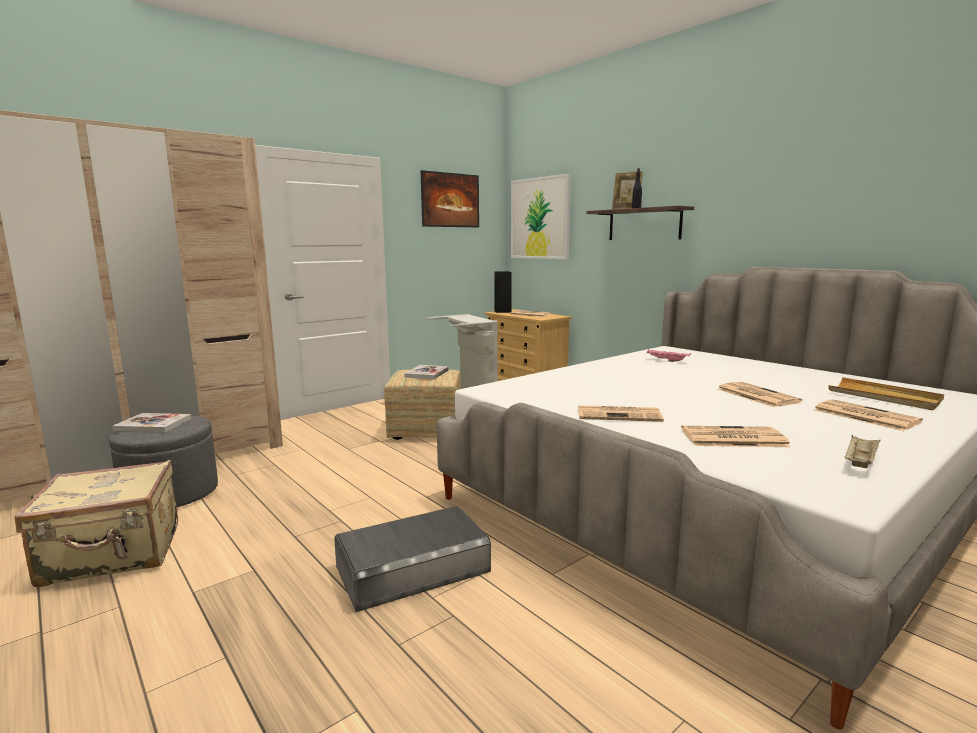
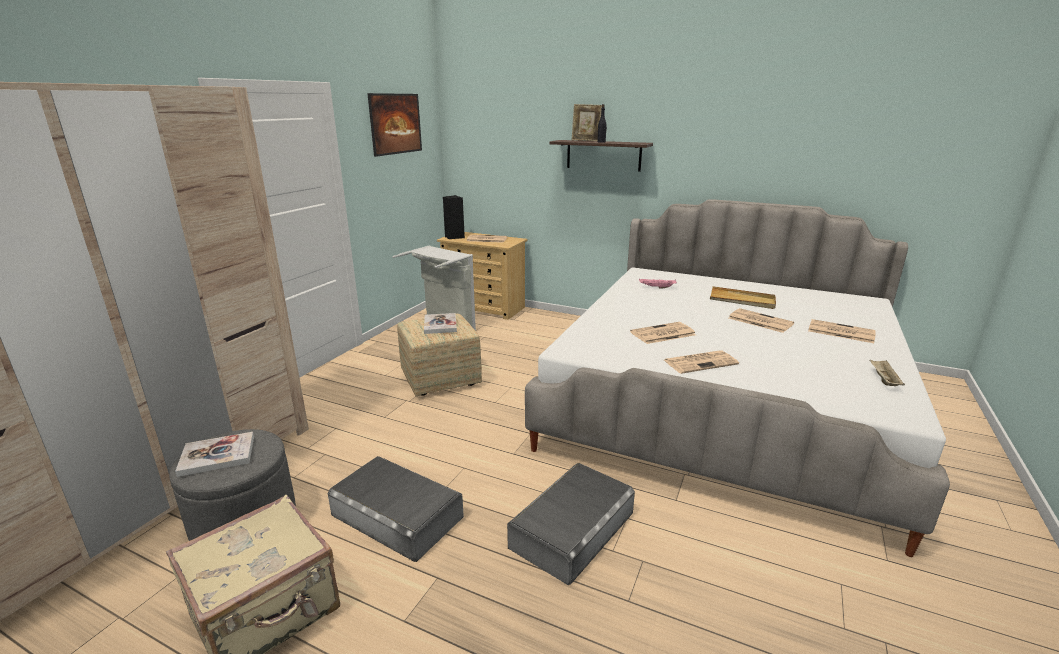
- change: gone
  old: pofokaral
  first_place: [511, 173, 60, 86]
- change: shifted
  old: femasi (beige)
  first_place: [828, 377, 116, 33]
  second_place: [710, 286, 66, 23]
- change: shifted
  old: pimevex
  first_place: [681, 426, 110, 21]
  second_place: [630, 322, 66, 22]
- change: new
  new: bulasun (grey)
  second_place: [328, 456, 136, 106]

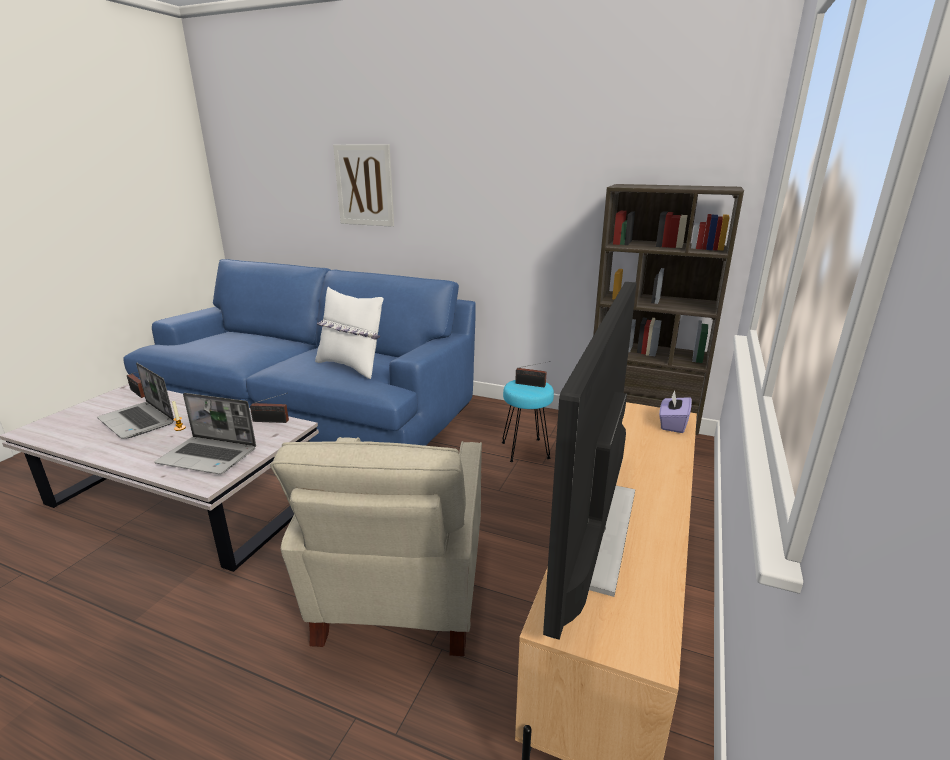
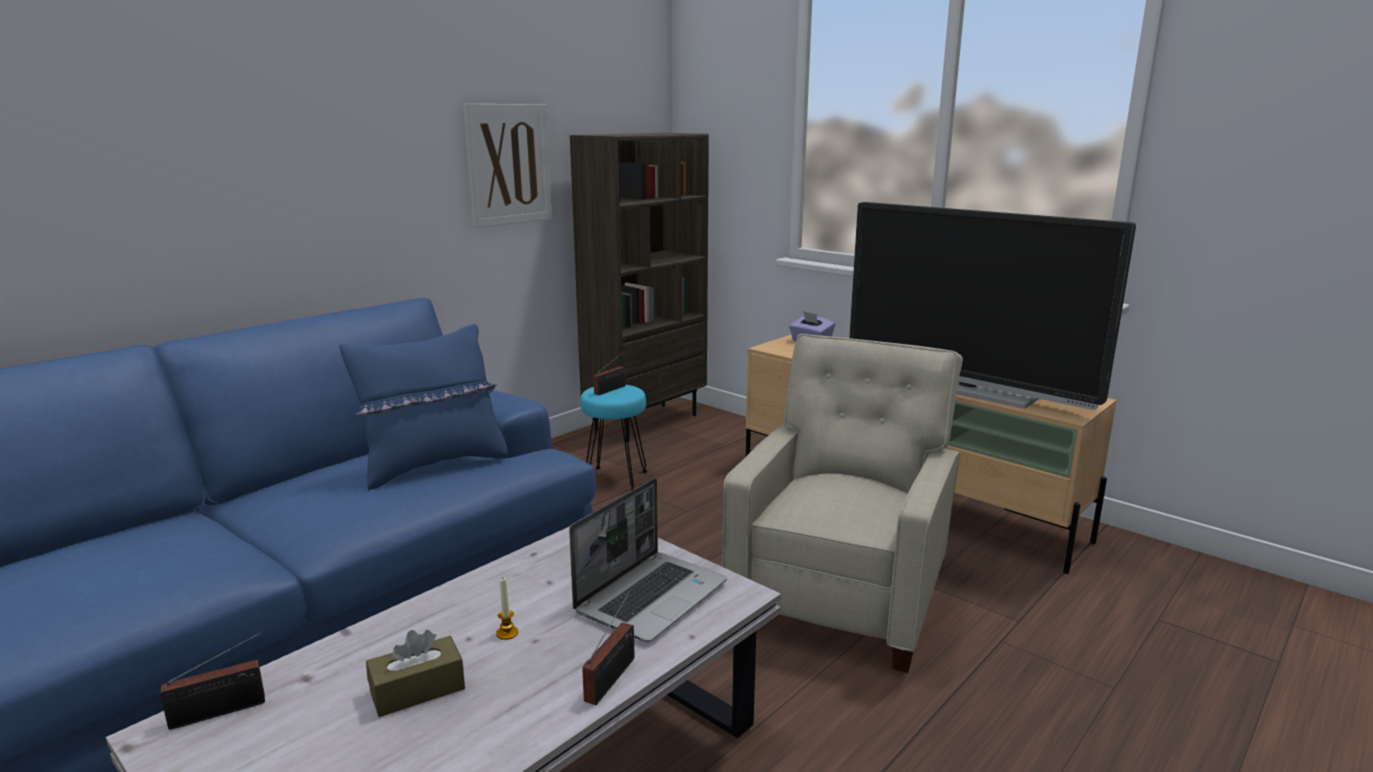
- change: shifted
  old: pofokaral
  first_place: [333, 144, 61, 83]
  second_place: [463, 104, 89, 124]
- change: repainted
  old: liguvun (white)
  new: liguvun (blue)
  first_place: [315, 287, 69, 92]
  second_place: [339, 324, 168, 166]
- change: swapped
  old: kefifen
  new: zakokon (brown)
  first_place: [97, 363, 77, 76]
  second_place: [366, 630, 99, 87]
- change: shifted
  old: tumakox
  first_place: [250, 393, 39, 30]
  second_place: [582, 591, 52, 114]
- change: rotated
  old: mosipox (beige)
  first_place: [270, 437, 212, 219]
  second_place: [722, 334, 241, 339]
  degrees: -90

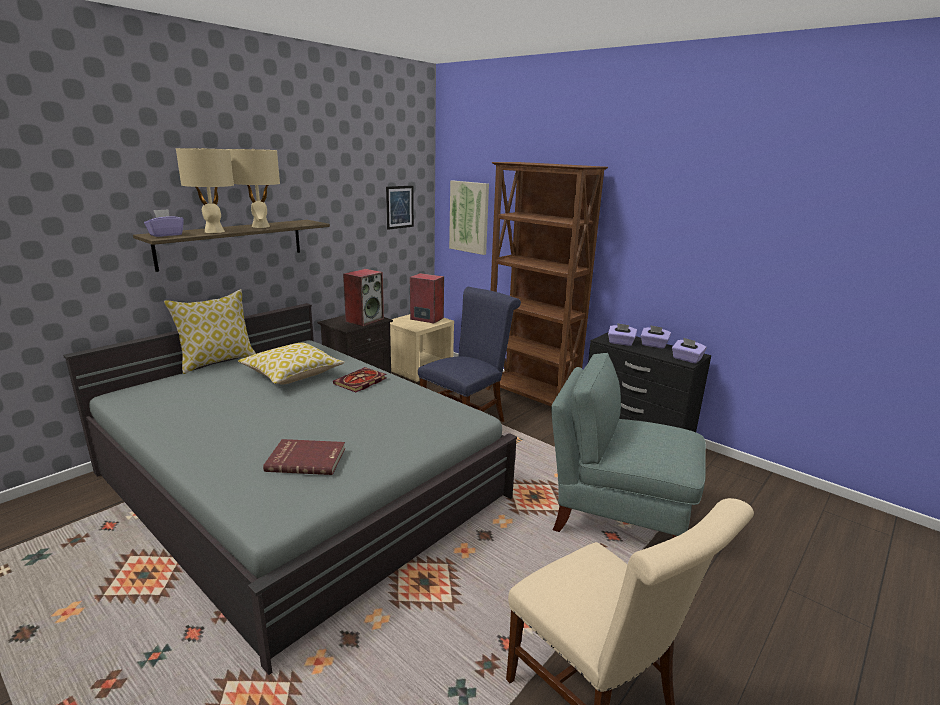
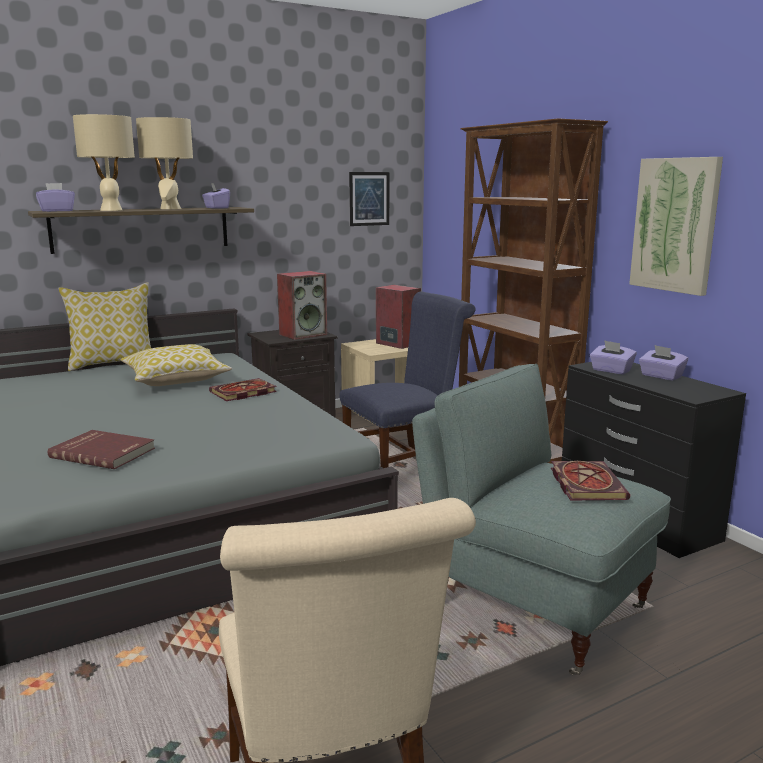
- change: shifted
  old: pofokaral
  first_place: [449, 181, 40, 74]
  second_place: [629, 157, 94, 139]
- change: shifted
  old: zakokon (purple)
  first_place: [672, 338, 35, 26]
  second_place: [202, 183, 28, 26]
- change: new
  new: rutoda
  second_place: [551, 461, 79, 40]

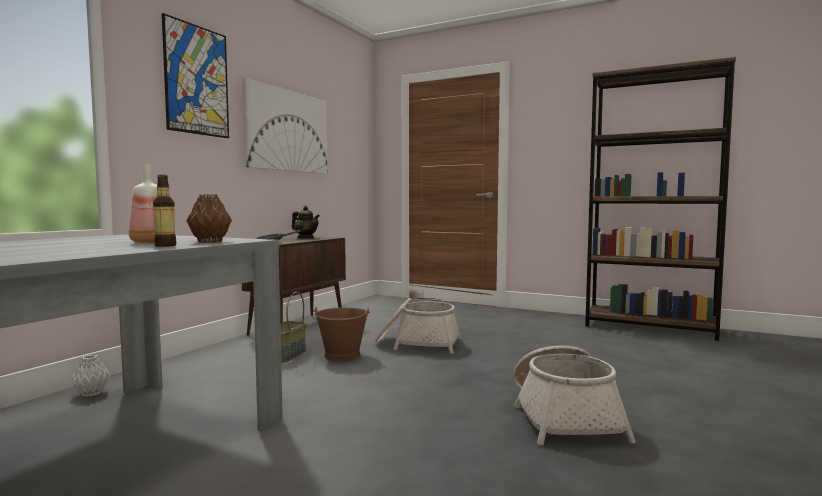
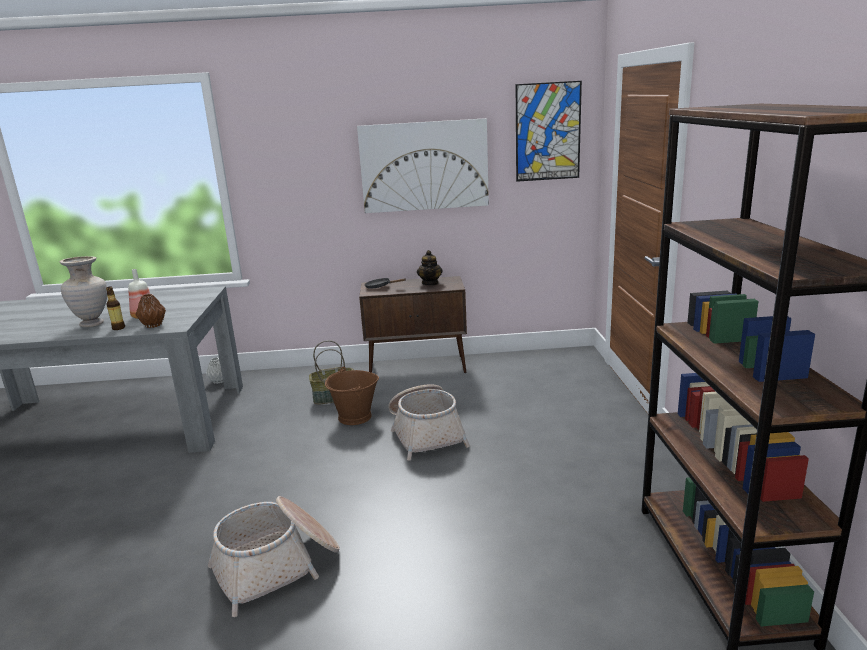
- change: shifted
  old: pofokaral
  first_place: [162, 13, 67, 125]
  second_place: [516, 81, 66, 101]
- change: new
  new: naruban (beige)
  second_place: [59, 256, 48, 71]

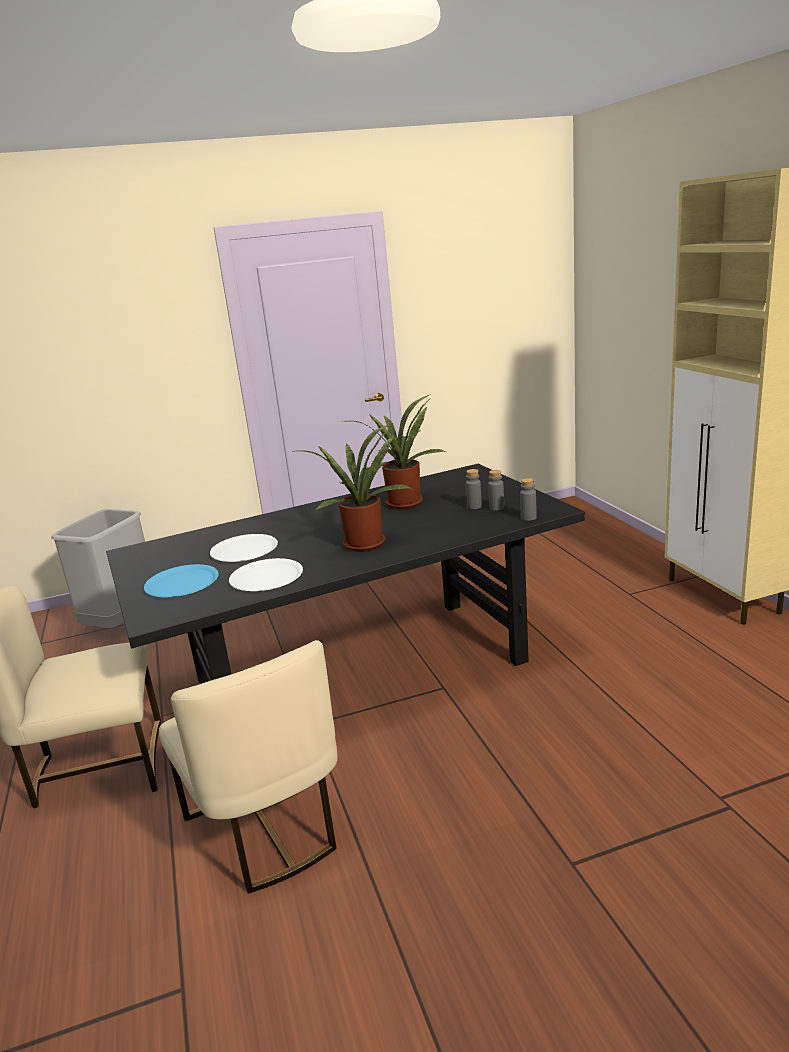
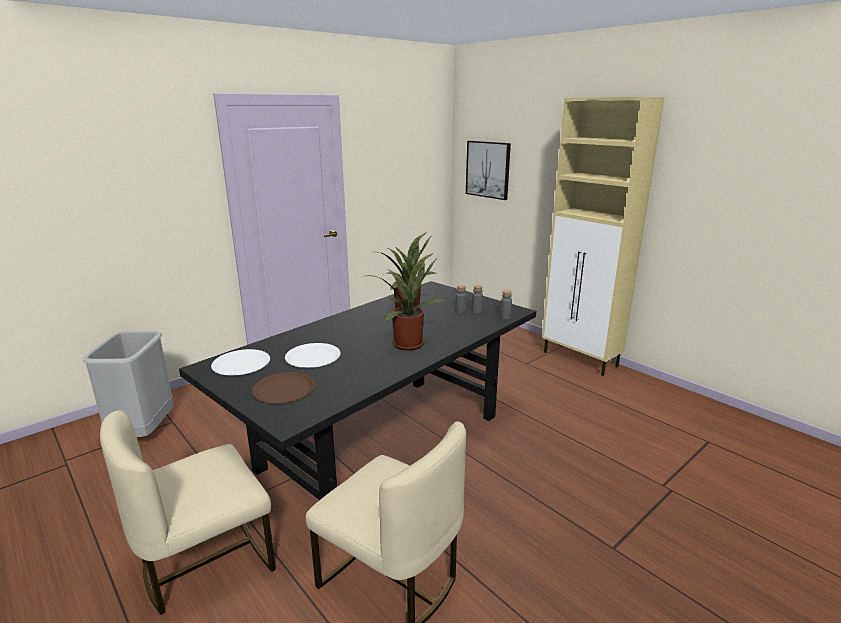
- change: shifted
  old: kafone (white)
  first_place: [229, 558, 74, 33]
  second_place: [211, 349, 59, 26]
- change: repainted
  old: kafone (blue)
  new: kafone (brown)
  first_place: [144, 564, 75, 33]
  second_place: [252, 372, 64, 32]
- change: new
  new: pofokaral
  second_place: [466, 141, 45, 59]

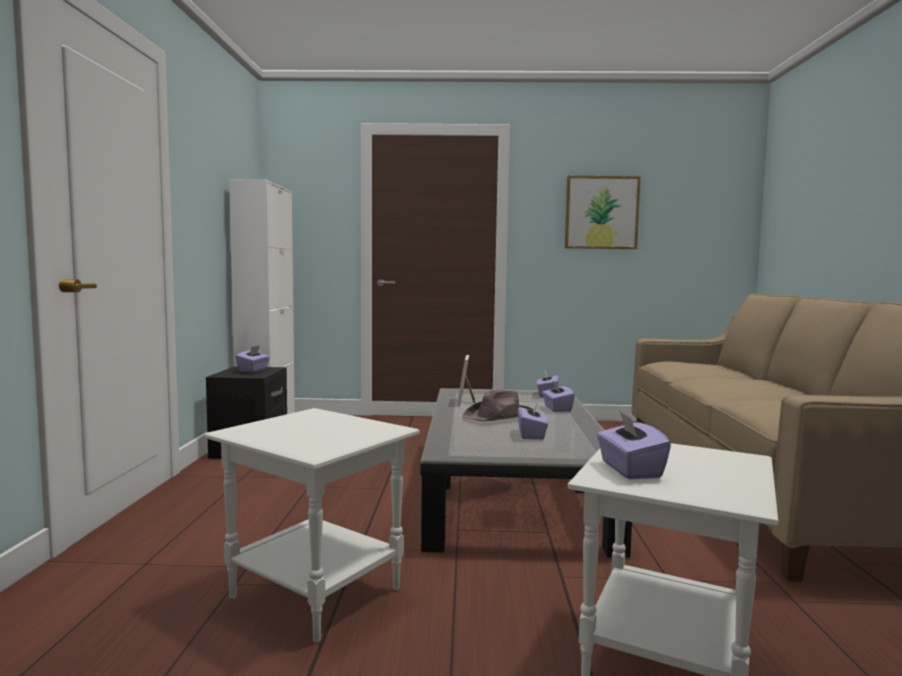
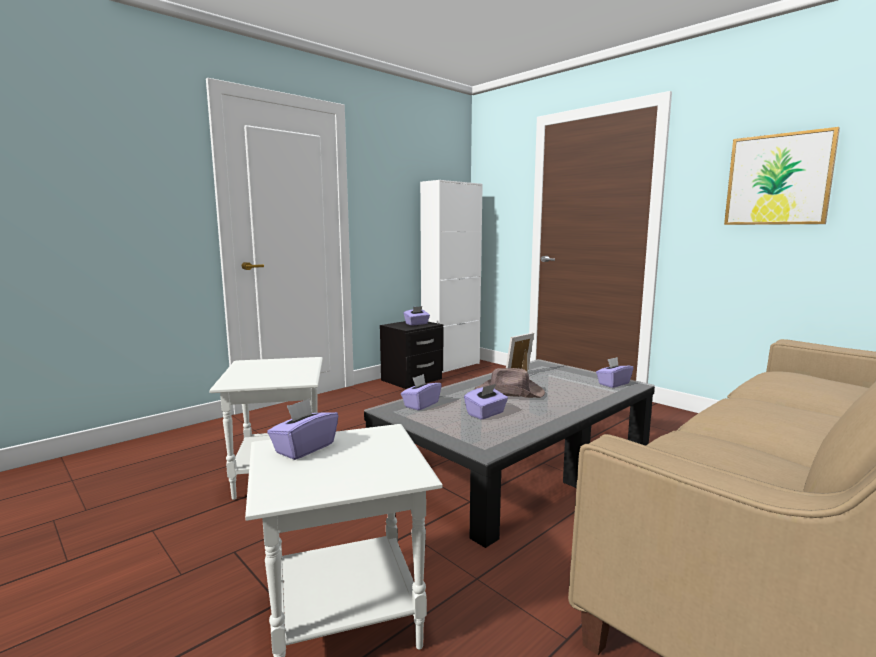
- change: shifted
  old: zakokon (purple)
  first_place: [542, 381, 33, 31]
  second_place: [401, 374, 41, 36]

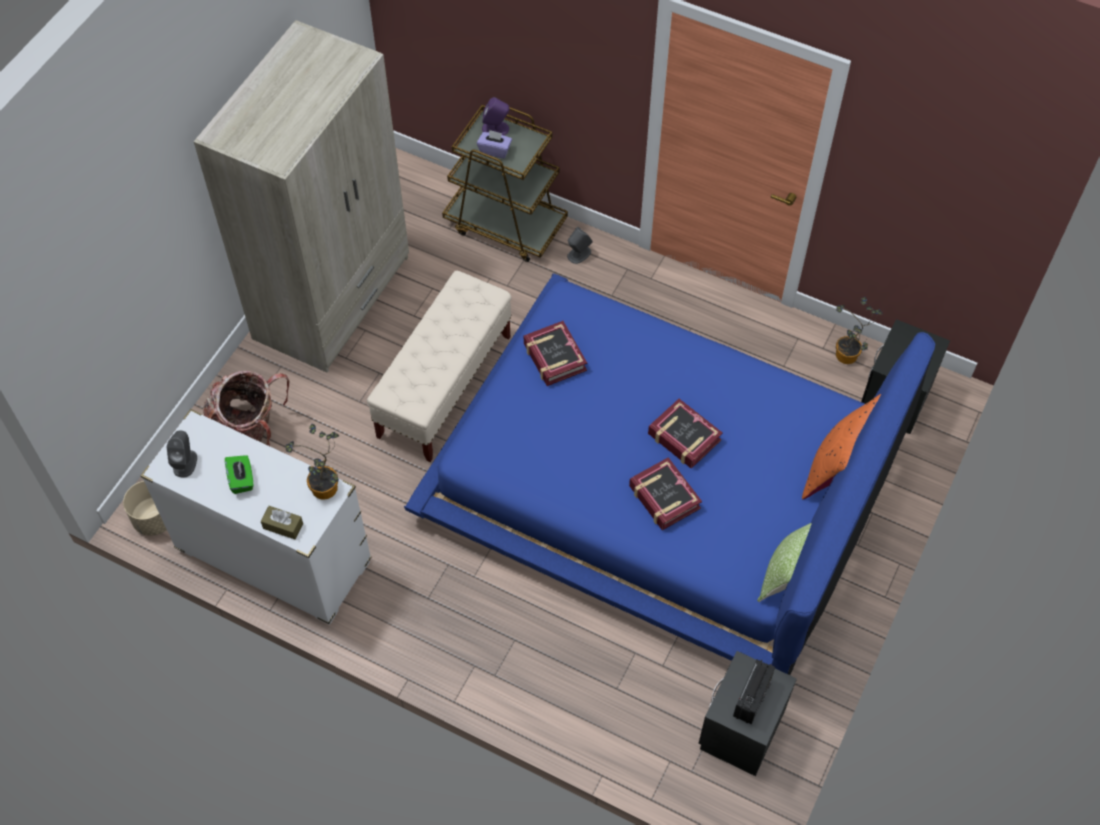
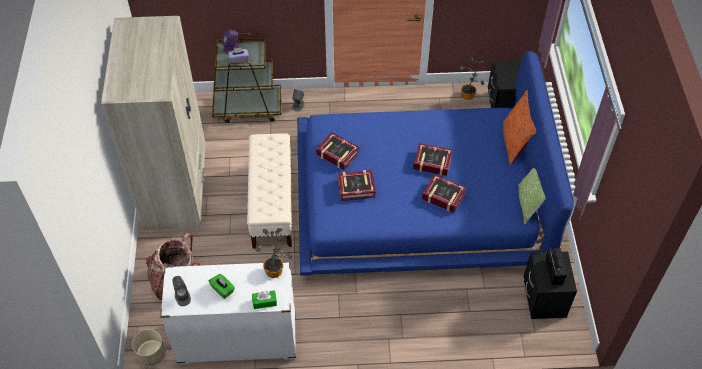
- change: repainted
  old: zakokon (brown)
  new: zakokon (green)
  first_place: [261, 506, 42, 33]
  second_place: [252, 290, 25, 19]
- change: new
  new: rutoda
  second_place: [338, 170, 38, 31]

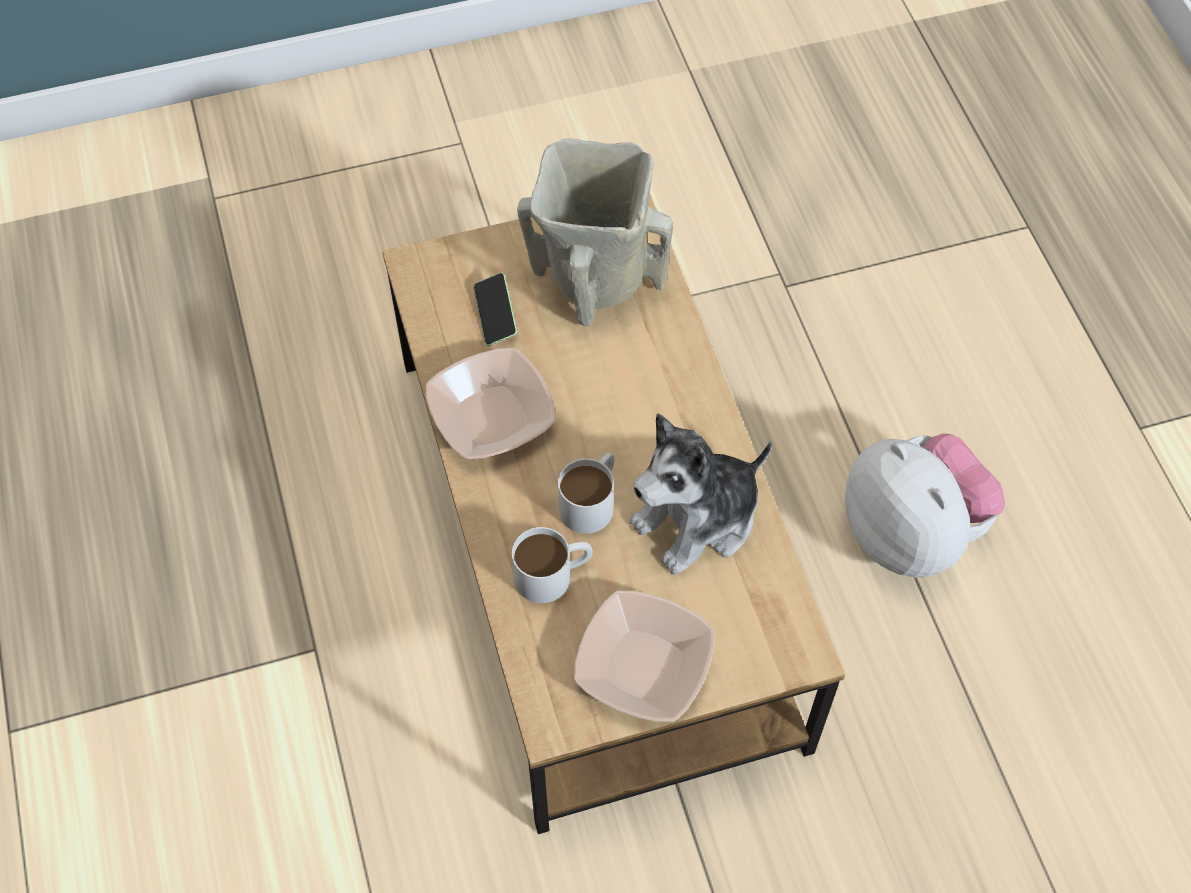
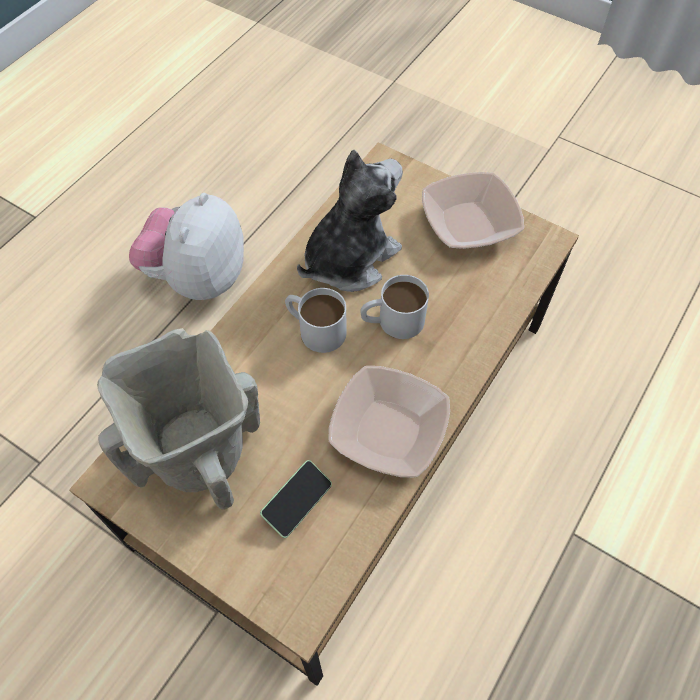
- change: rotated
  old: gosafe
  first_place: [630, 413, 142, 162]
  second_place: [297, 150, 106, 142]
  degrees: -60
- change: shifted
  old: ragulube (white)
  first_place: [512, 527, 81, 76]
  second_place: [285, 288, 61, 65]

